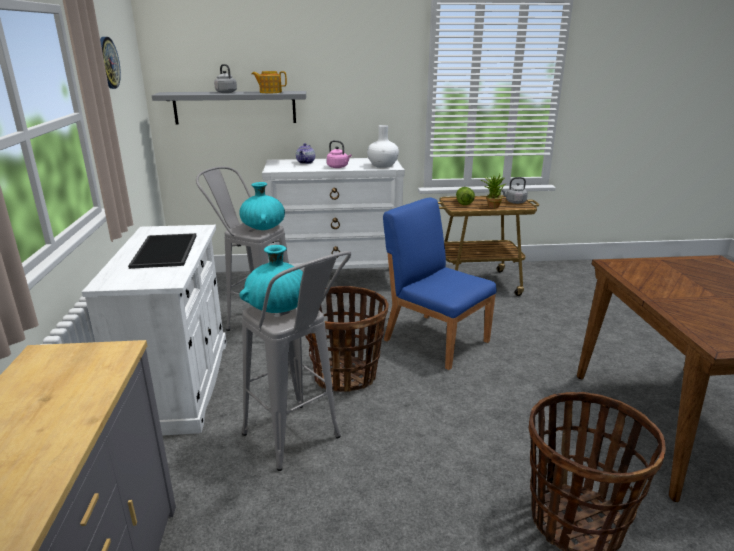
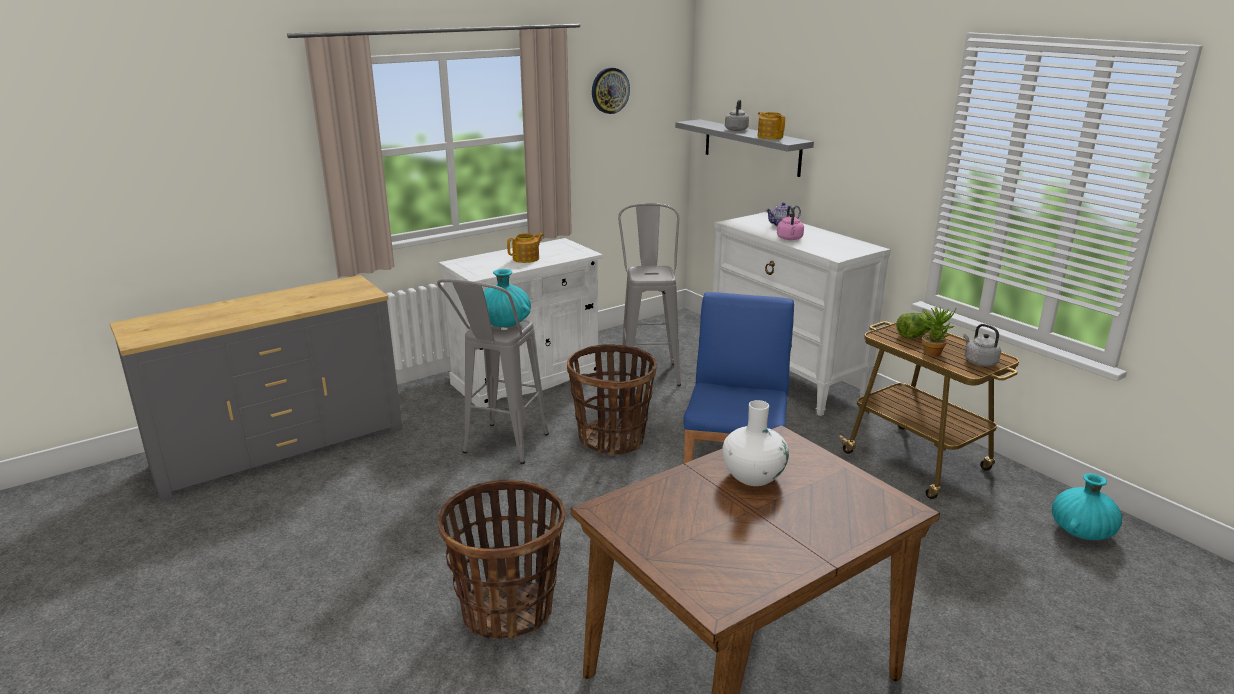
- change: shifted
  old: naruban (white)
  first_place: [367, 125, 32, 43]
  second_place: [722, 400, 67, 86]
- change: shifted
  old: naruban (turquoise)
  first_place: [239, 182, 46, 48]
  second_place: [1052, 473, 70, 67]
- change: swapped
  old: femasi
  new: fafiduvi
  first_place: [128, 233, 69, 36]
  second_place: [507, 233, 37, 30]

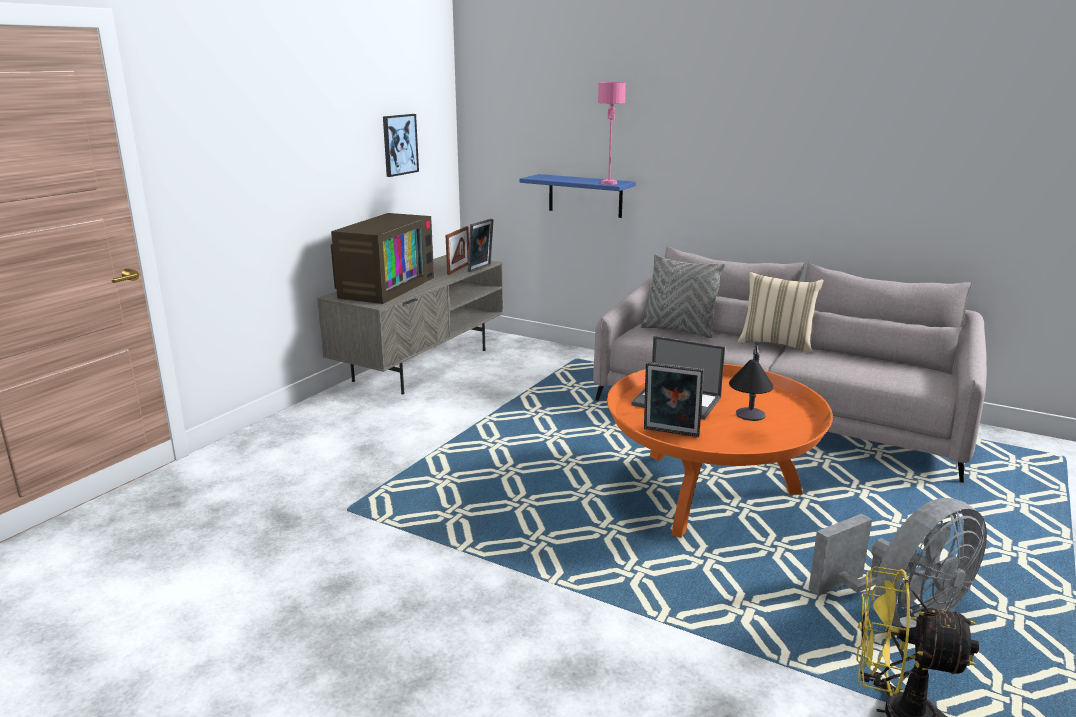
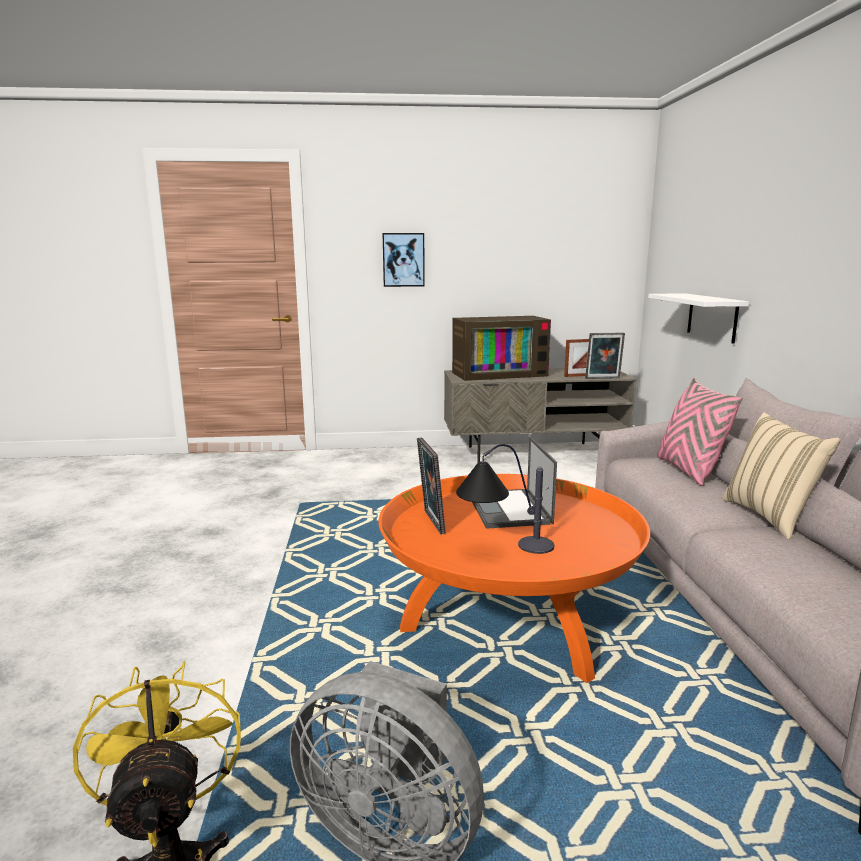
- change: gone
  old: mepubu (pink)
  first_place: [598, 82, 28, 103]
- change: shifted
  old: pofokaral
  first_place: [383, 114, 36, 63]
  second_place: [382, 233, 43, 54]
- change: repainted
  old: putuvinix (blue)
  new: putuvinix (white)
  first_place: [520, 174, 116, 44]
  second_place: [648, 293, 101, 51]
- change: repainted
  old: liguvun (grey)
  new: liguvun (pink)
  first_place: [640, 254, 85, 84]
  second_place: [657, 378, 86, 107]

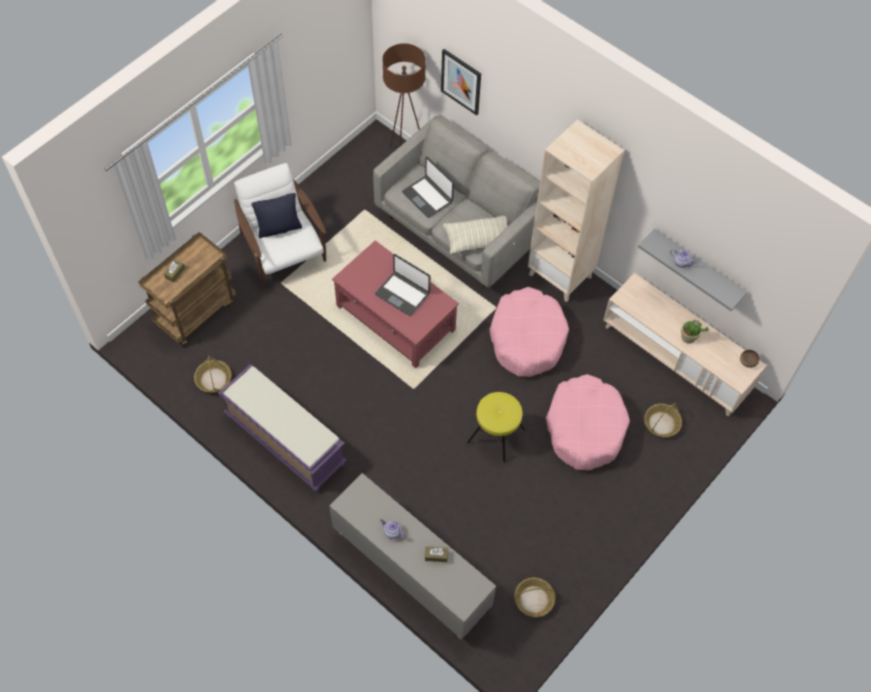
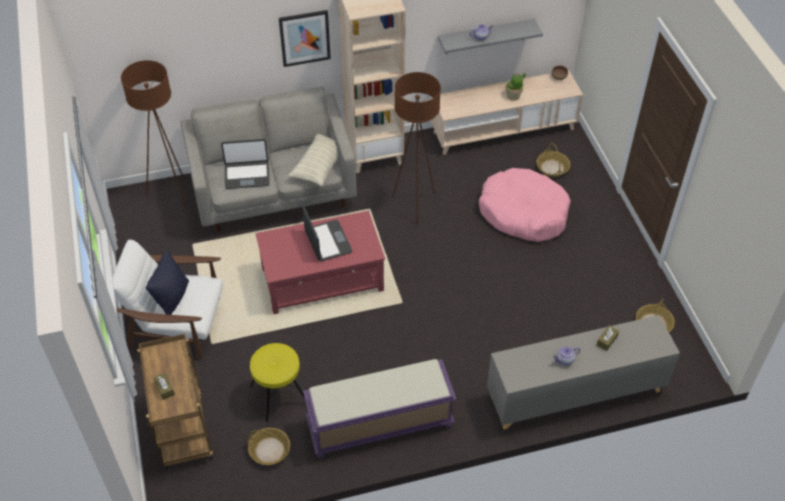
- change: shifted
  old: pofokaral
  first_place: [441, 49, 40, 67]
  second_place: [279, 10, 52, 57]
- change: rotated
  old: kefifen
  first_place: [375, 254, 55, 62]
  second_place: [303, 207, 49, 54]
  degrees: -90
- change: swapped
  old: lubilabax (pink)
  new: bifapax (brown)
  first_place: [489, 287, 80, 90]
  second_place: [393, 72, 48, 152]
- change: shifted
  old: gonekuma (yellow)
  first_place: [467, 392, 58, 71]
  second_place: [250, 343, 55, 79]

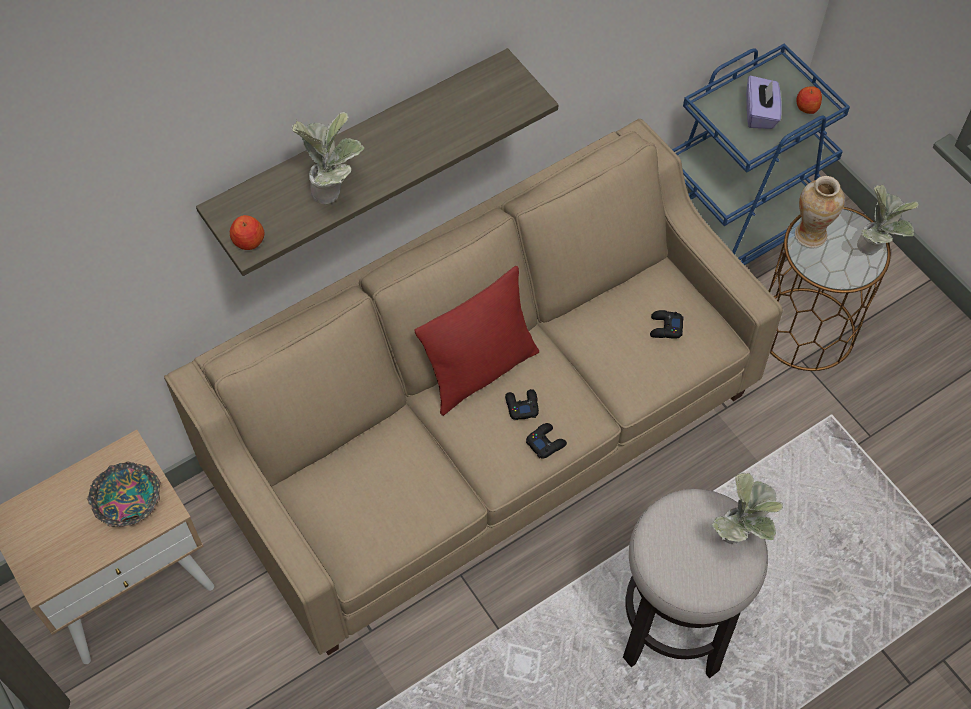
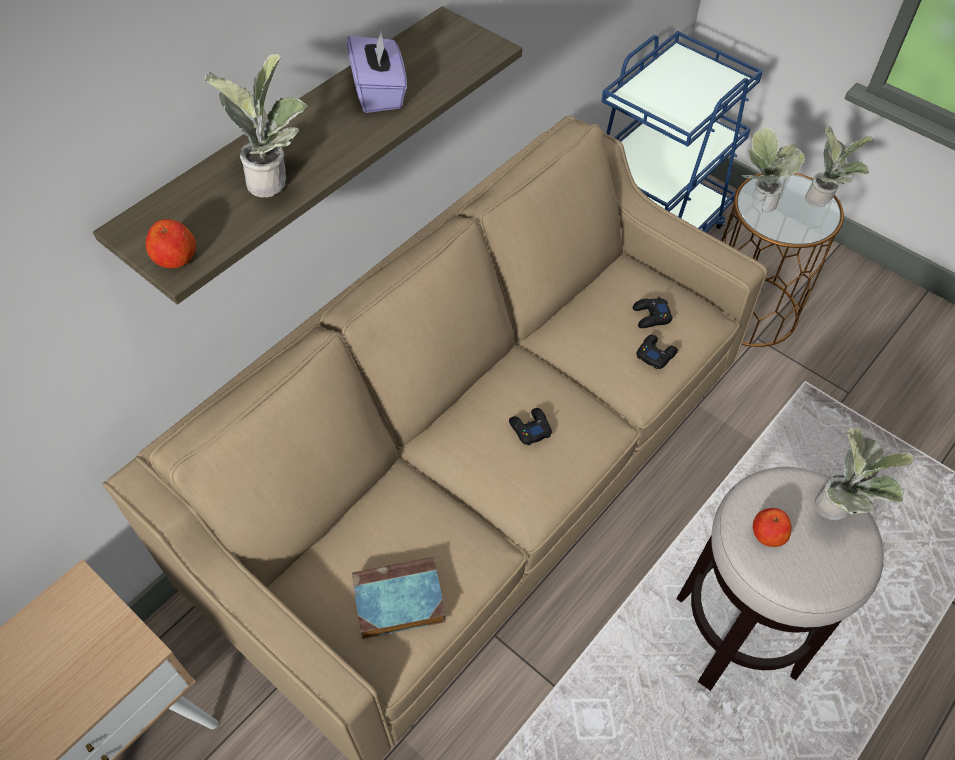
- change: shifted
  old: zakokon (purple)
  first_place: [746, 76, 36, 53]
  second_place: [347, 29, 60, 84]
- change: shifted
  old: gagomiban
  first_place: [796, 87, 26, 27]
  second_place: [753, 508, 39, 39]
- change: swapped
  old: naruban
  new: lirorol
  first_place: [795, 176, 50, 72]
  second_place: [741, 127, 64, 86]
- change: gone
  old: liguvun (red)
  first_place: [414, 266, 125, 150]
- change: shifted
  old: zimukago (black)
  first_place: [526, 423, 41, 36]
  second_place: [637, 335, 41, 34]
- change: gone
  old: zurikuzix
  first_place: [87, 462, 74, 65]
- change: new
  new: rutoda
  second_place: [352, 557, 94, 82]

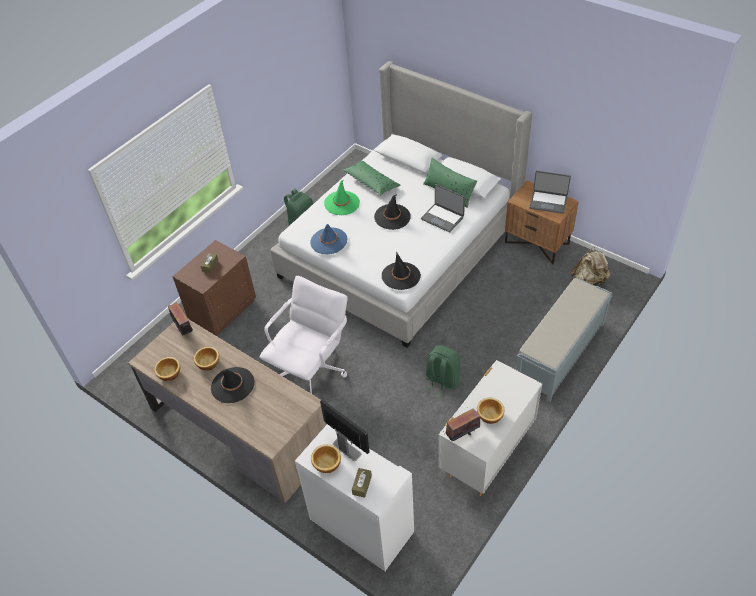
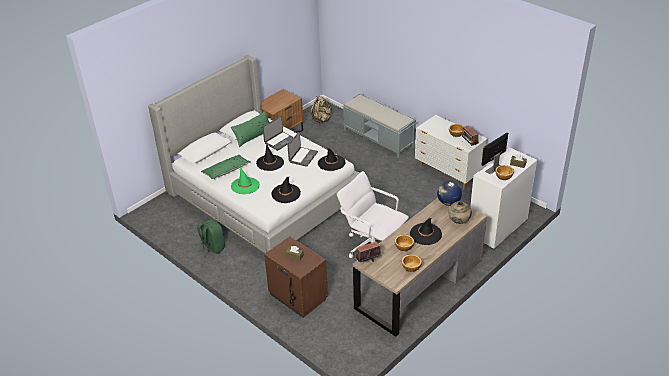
- change: shifted
  old: kefifen
  first_place: [529, 171, 42, 43]
  second_place: [288, 132, 30, 35]
- change: repainted
  old: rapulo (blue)
  new: rapulo (black)
  first_place: [310, 224, 37, 30]
  second_place: [271, 177, 30, 26]
- change: gone
  old: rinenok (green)
  first_place: [426, 345, 35, 52]
- change: new
  new: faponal
  second_place: [437, 181, 25, 25]
- change: new
  new: naruban (beige)
  second_place: [448, 201, 24, 23]

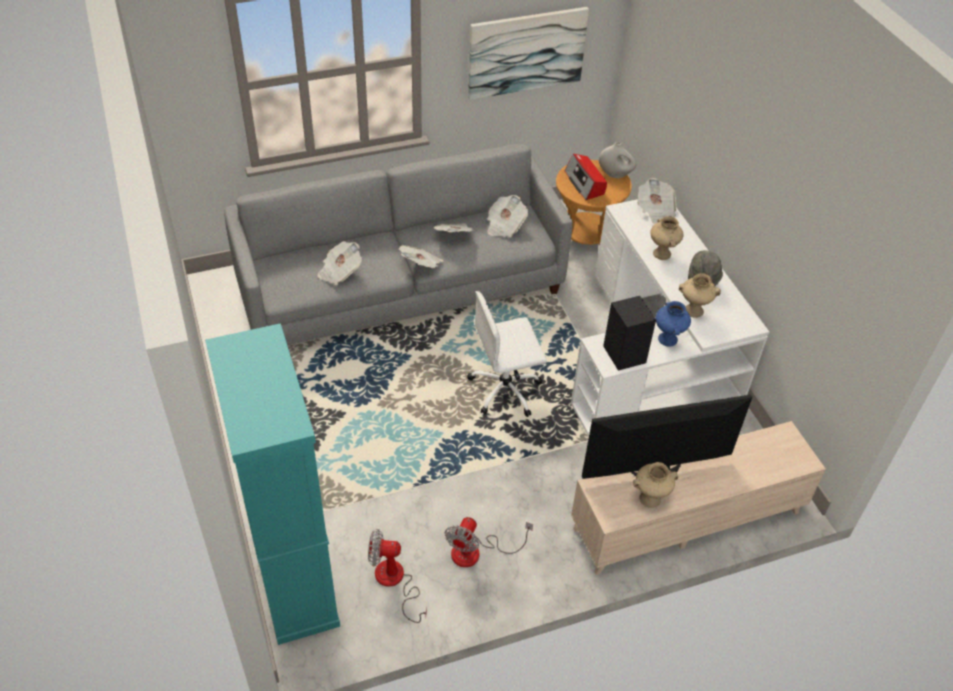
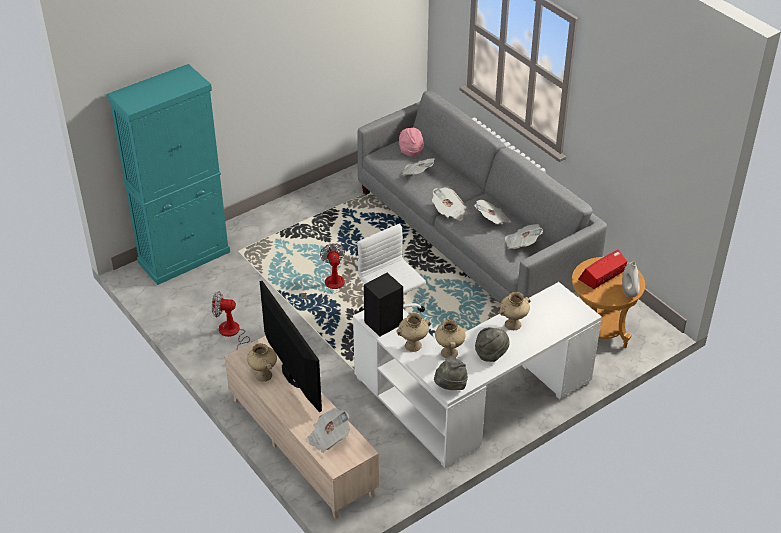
- change: gone
  old: pofokaral
  first_place: [468, 7, 121, 93]
- change: shifted
  old: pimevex
  first_place: [637, 178, 40, 46]
  second_place: [306, 408, 44, 45]
- change: repainted
  old: naruban (blue)
  new: naruban (beige)
  first_place: [655, 301, 36, 46]
  second_place: [396, 313, 35, 39]
- change: shifted
  old: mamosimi
  first_place: [368, 529, 59, 94]
  second_place: [301, 243, 44, 60]
- change: new
  new: rapulo (pink)
  second_place: [399, 128, 25, 29]
- change: new
  new: rapulo (grey)
  second_place: [434, 356, 34, 34]

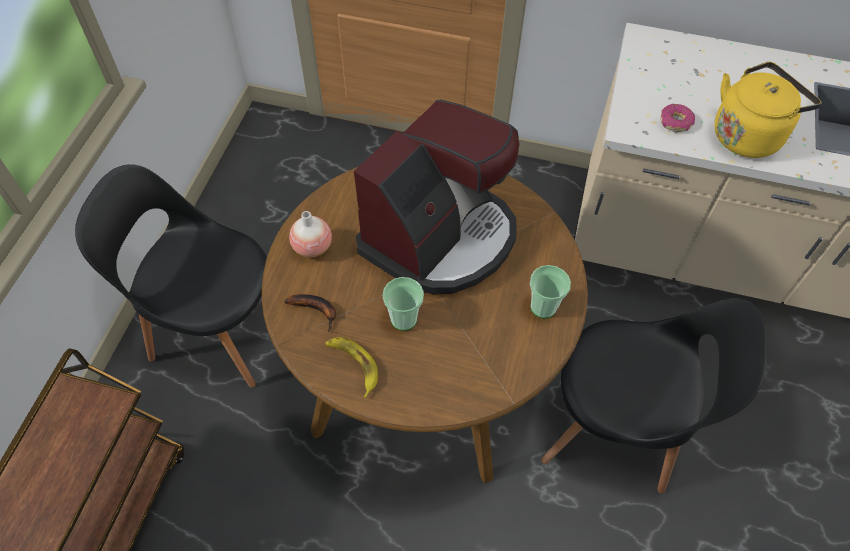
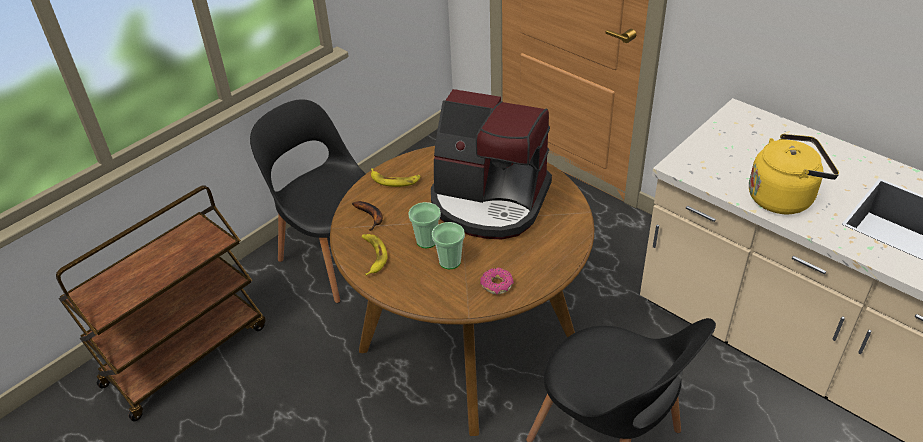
- change: rotated
  old: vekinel
  first_place: [354, 100, 165, 194]
  second_place: [431, 89, 121, 150]
  degrees: 45
- change: shifted
  old: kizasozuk
  first_place: [661, 104, 34, 28]
  second_place: [480, 268, 34, 26]
- change: swapped
  old: naruban
  new: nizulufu
  first_place: [289, 211, 43, 46]
  second_place: [371, 168, 50, 19]
- change: shifted
  old: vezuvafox
  first_place: [530, 265, 41, 53]
  second_place: [432, 222, 33, 47]

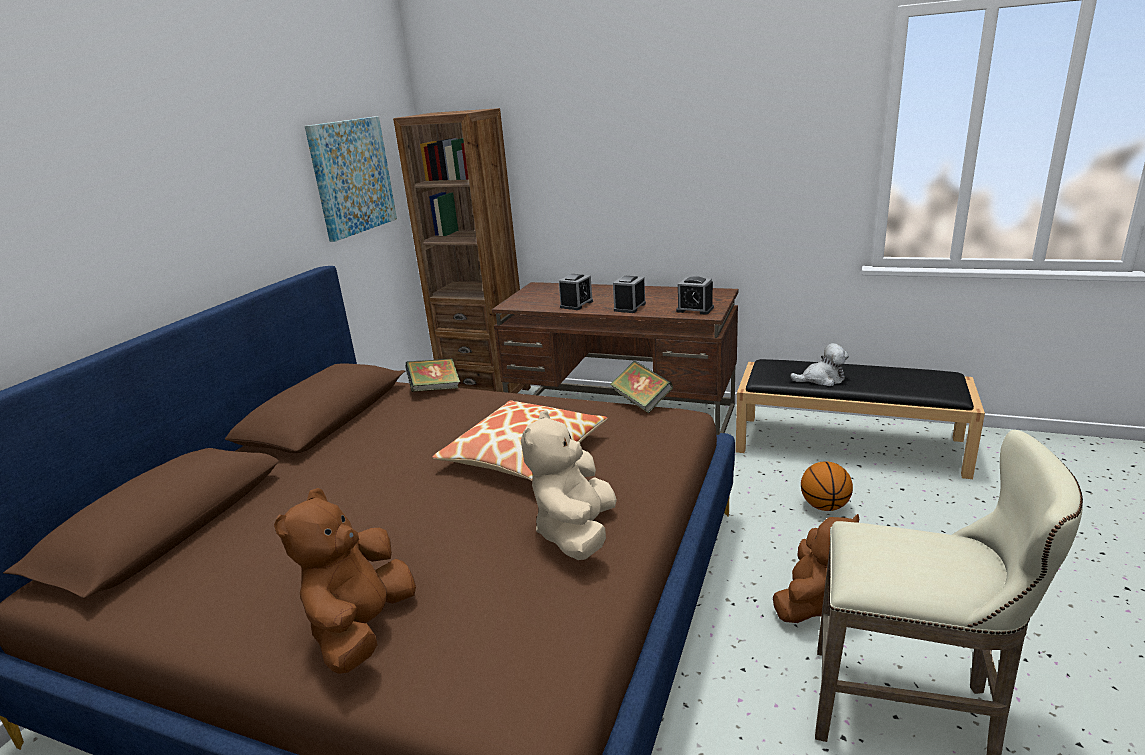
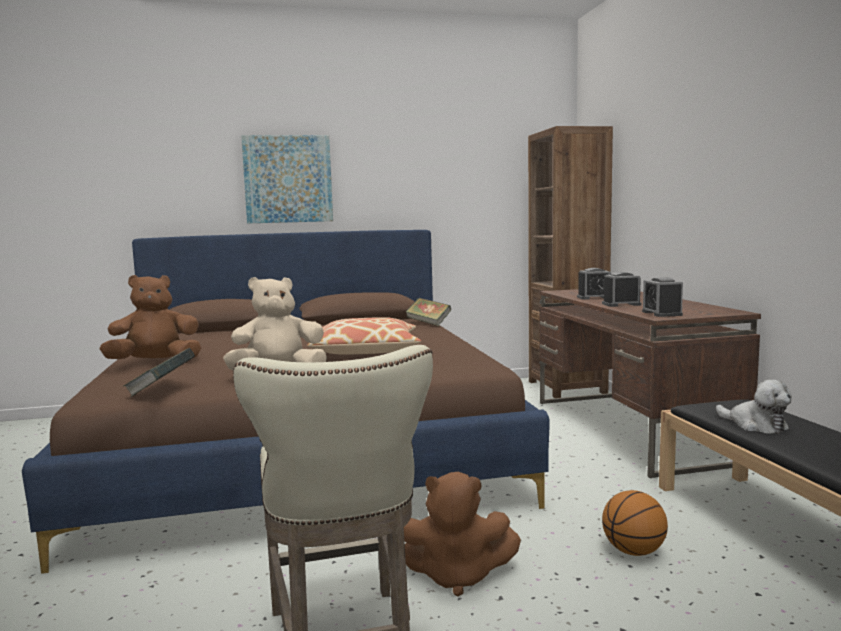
- change: shifted
  old: pofokaral
  first_place: [305, 116, 92, 126]
  second_place: [241, 135, 92, 88]
- change: shifted
  old: rutoda
  first_place: [610, 361, 63, 52]
  second_place: [123, 348, 72, 49]

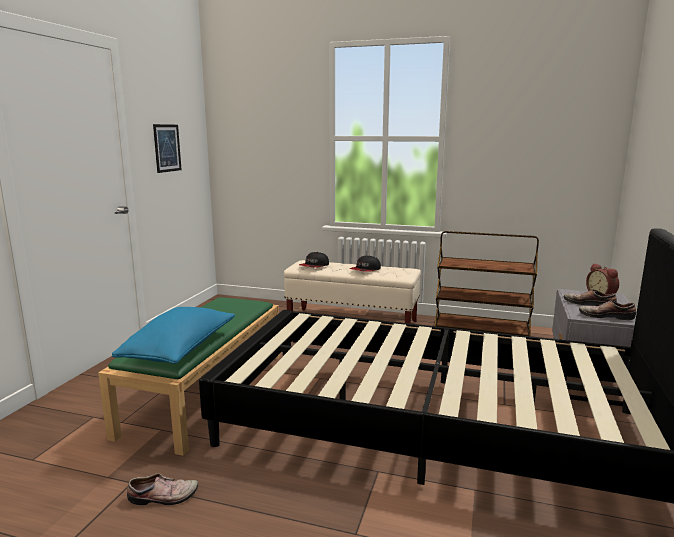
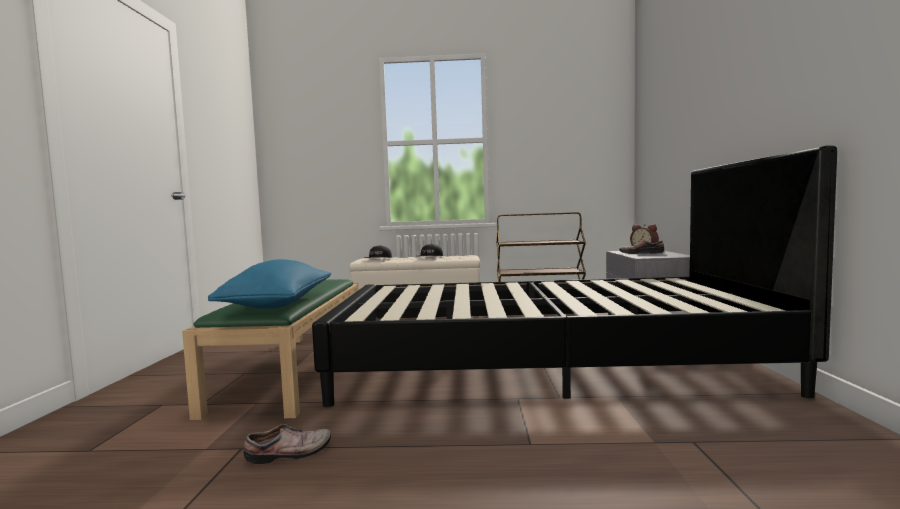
- change: gone
  old: pofokaral
  first_place: [153, 124, 29, 49]
- change: gone
  old: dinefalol
  first_place: [579, 300, 57, 20]

